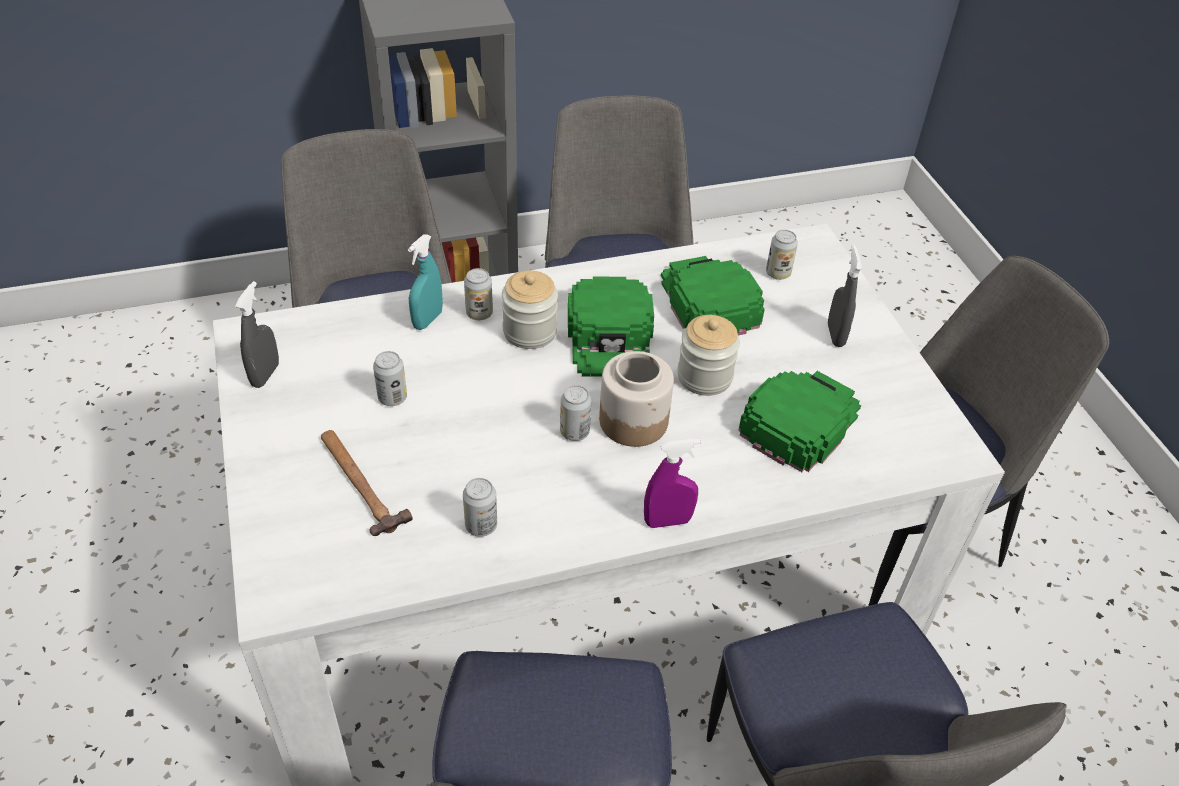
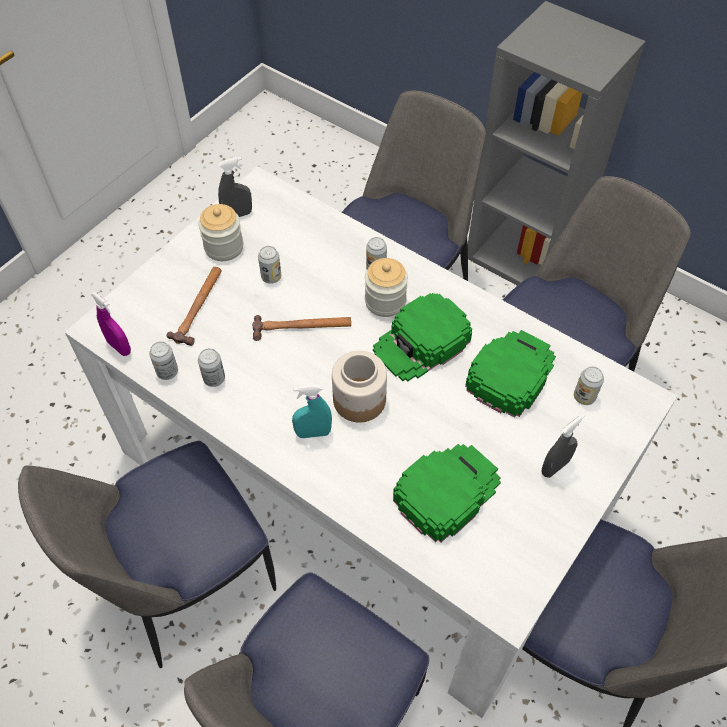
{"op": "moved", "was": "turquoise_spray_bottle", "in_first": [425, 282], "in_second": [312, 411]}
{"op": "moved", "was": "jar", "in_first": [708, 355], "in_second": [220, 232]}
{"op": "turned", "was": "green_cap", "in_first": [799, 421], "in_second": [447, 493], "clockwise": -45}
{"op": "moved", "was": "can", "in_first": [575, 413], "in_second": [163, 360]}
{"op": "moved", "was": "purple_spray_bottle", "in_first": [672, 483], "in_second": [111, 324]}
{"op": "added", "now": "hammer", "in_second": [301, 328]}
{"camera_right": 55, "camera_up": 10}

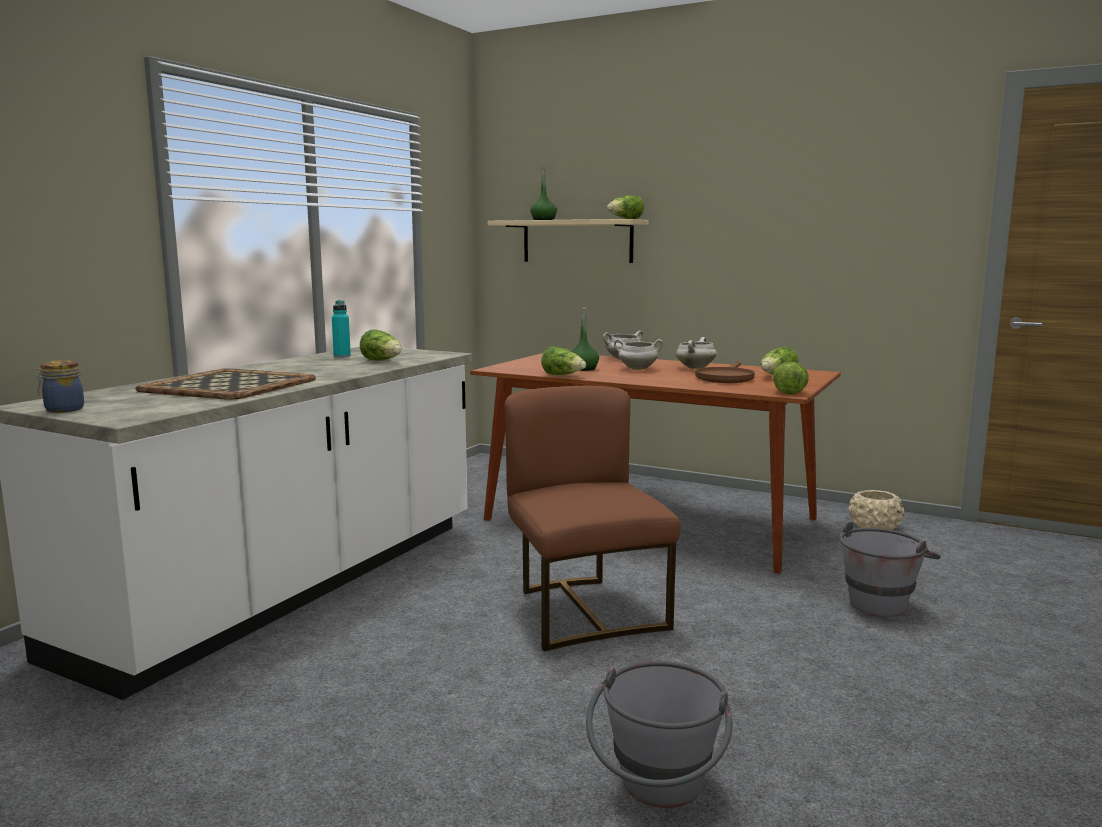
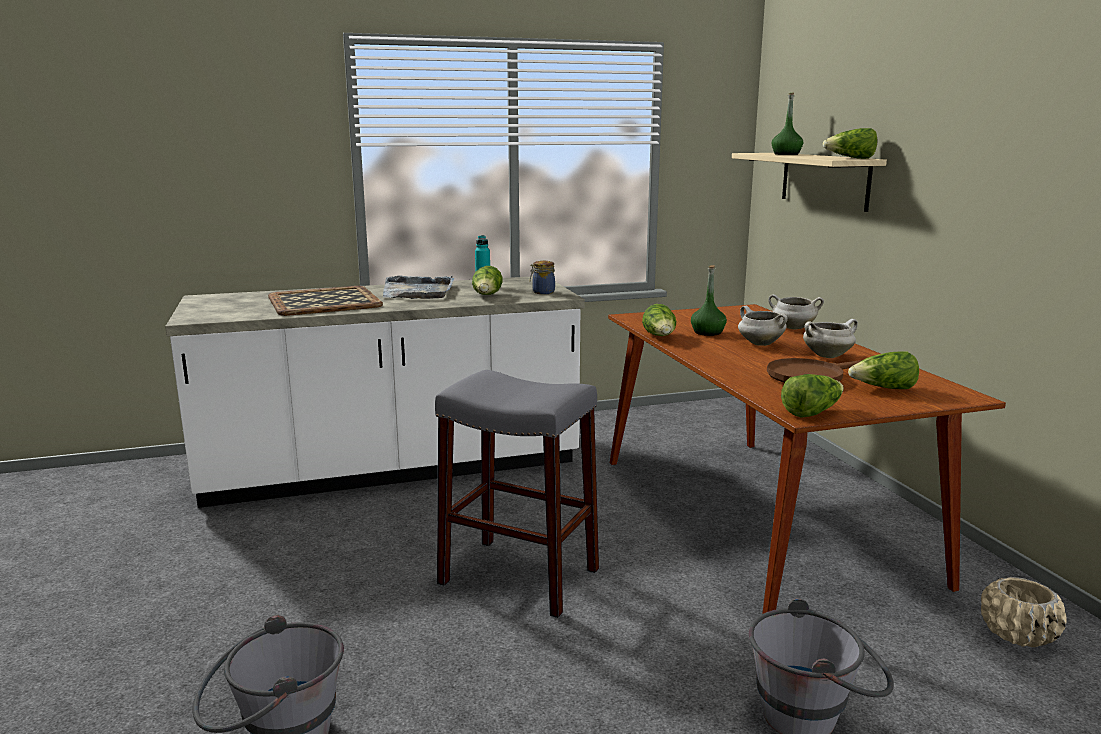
{"op": "moved", "was": "jar", "in_first": [59, 386], "in_second": [542, 277]}
{"op": "replaced", "was": "brown_chair", "now": "grey_stool", "in_first": [592, 518], "in_second": [517, 494]}
{"op": "added", "now": "grey_tray", "in_second": [419, 287]}
{"camera_right": 45, "camera_up": 5}

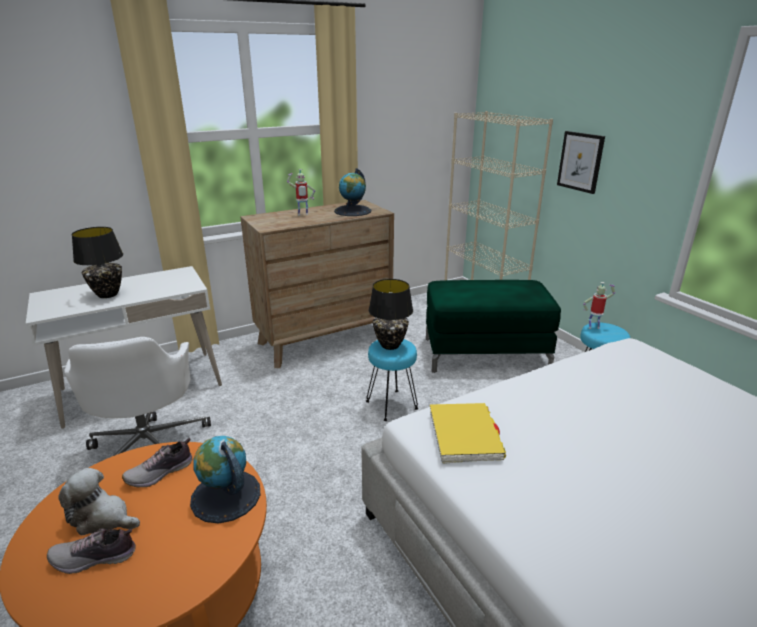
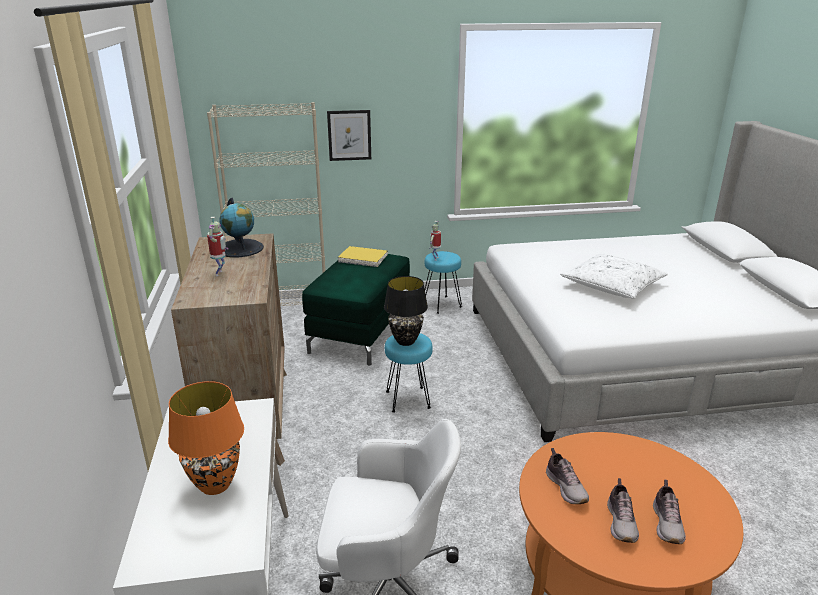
{"op": "recoloured", "was": "black_table_lamp", "now": "orange_table_lamp", "in_first": [97, 262], "in_second": [206, 438]}
{"op": "moved", "was": "yellow_book", "in_first": [468, 433], "in_second": [363, 256]}
{"op": "removed", "was": "globe", "in_first": [225, 480]}
{"op": "replaced", "was": "plush_toy", "now": "shoe", "in_first": [99, 501], "in_second": [623, 510]}
{"op": "added", "now": "white_pillow", "in_second": [614, 276]}
{"camera_right": -70, "camera_up": 0}

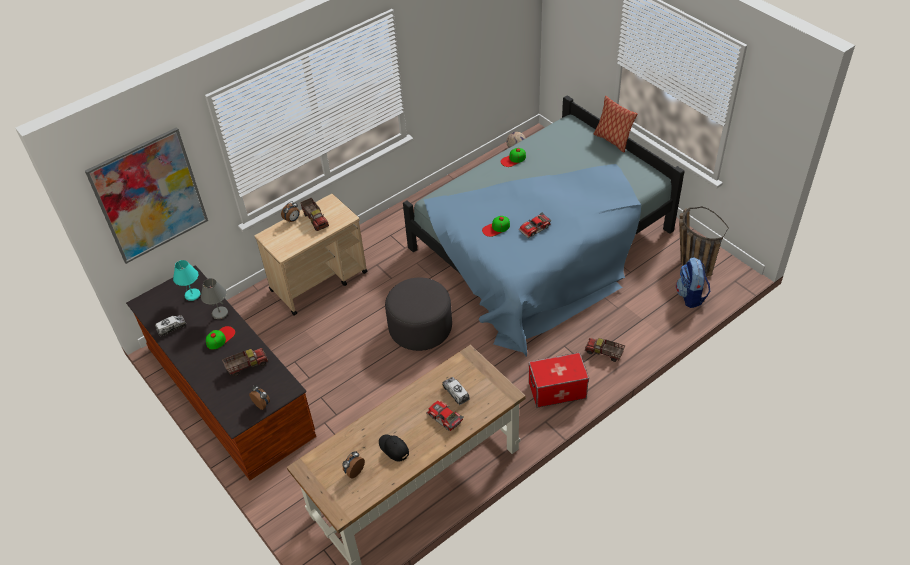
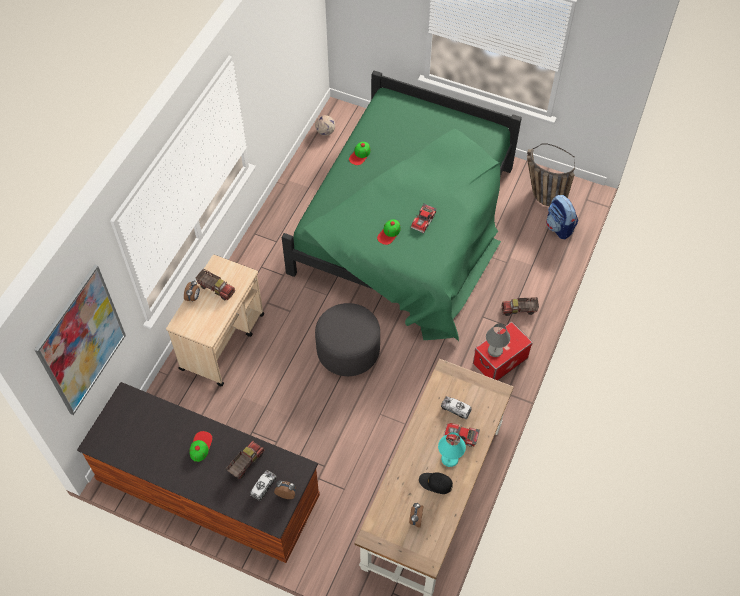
{"op": "recoloured", "was": "blue_bed", "now": "green_bed", "in_first": [544, 226], "in_second": [402, 206]}
{"op": "removed", "was": "pillow", "in_first": [615, 124]}
{"op": "moved", "was": "turquoise_table_lamp", "in_first": [186, 280], "in_second": [452, 449]}
{"op": "moved", "was": "grey_table_lamp", "in_first": [214, 298], "in_second": [498, 340]}
{"op": "moved", "was": "toy_truck", "in_first": [171, 326], "in_second": [263, 485]}
{"camera_right": -30, "camera_up": 10}

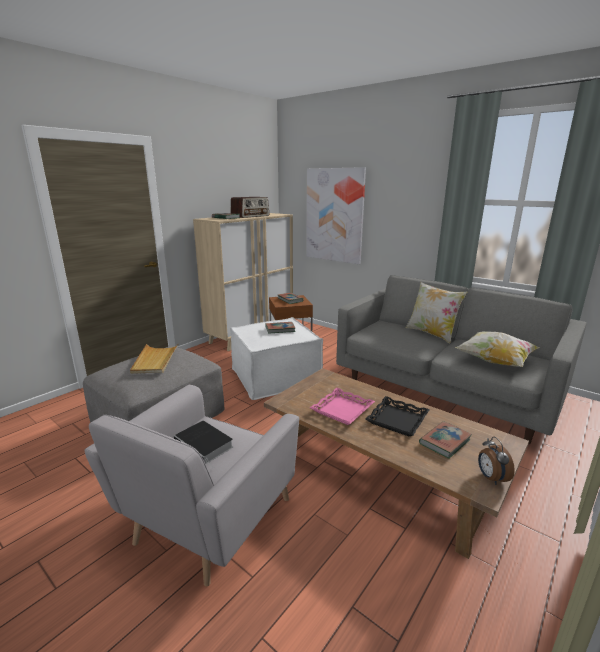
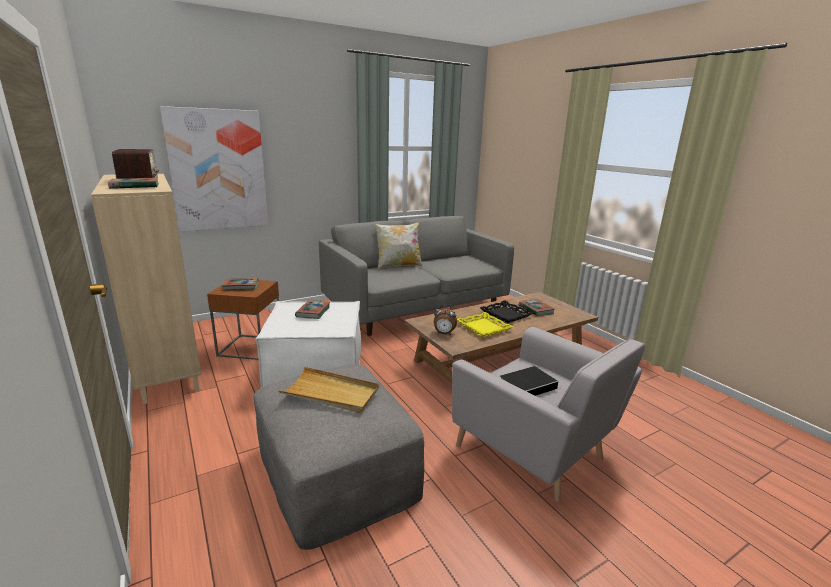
{"op": "removed", "was": "pillow", "in_first": [497, 349]}
{"op": "recoloured", "was": "pink_tray", "now": "yellow_tray", "in_first": [342, 406], "in_second": [485, 324]}
{"op": "moved", "was": "alarm_clock", "in_first": [496, 461], "in_second": [445, 320]}
{"camera_right": -70, "camera_up": 0}

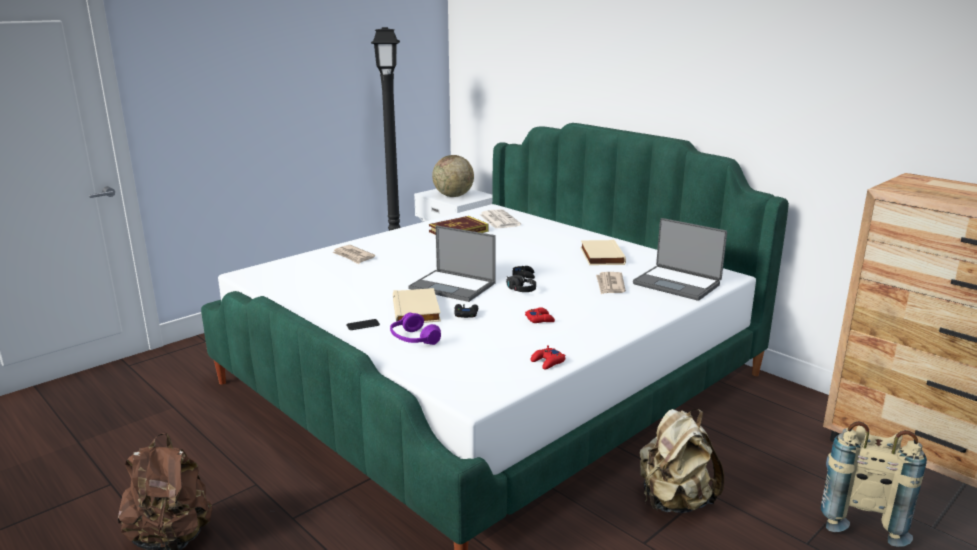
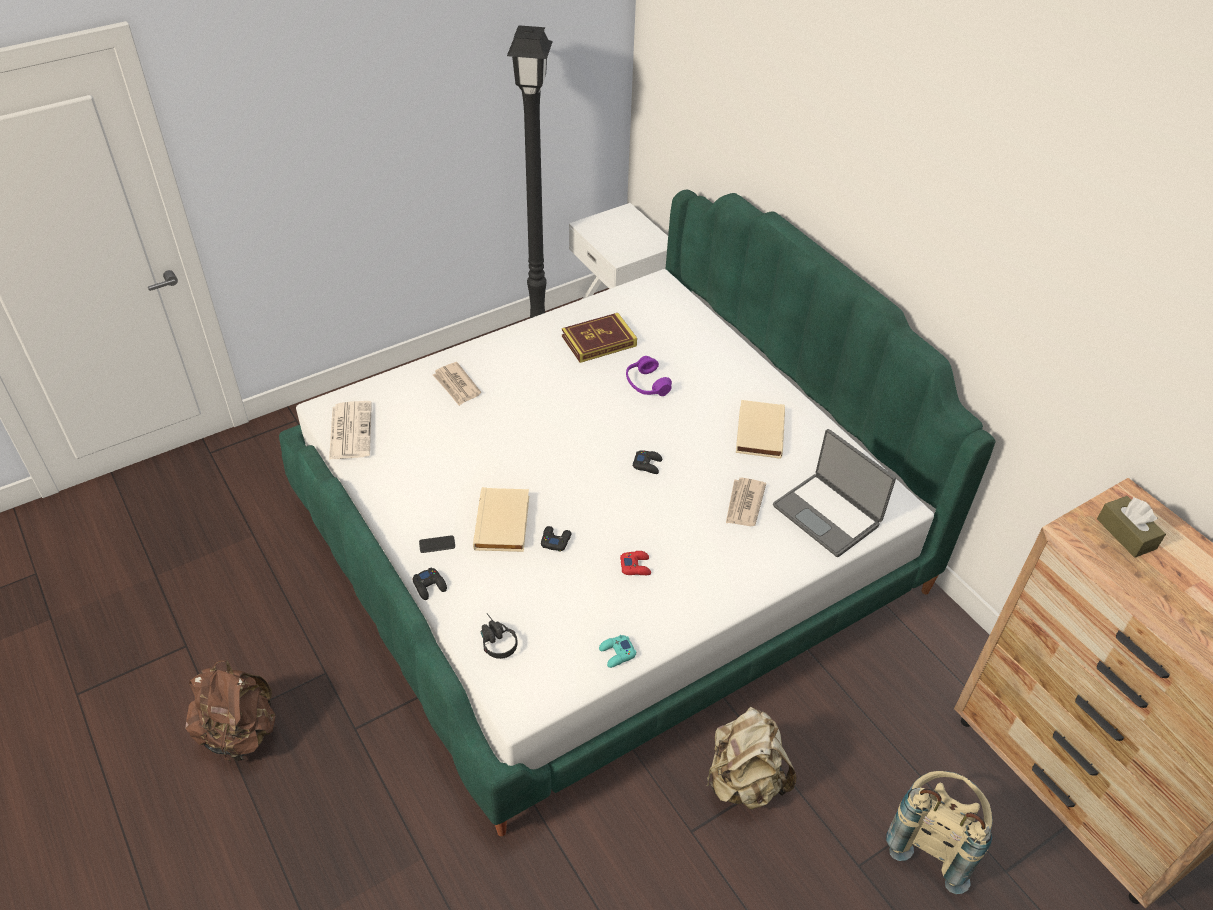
{"op": "removed", "was": "globe", "in_first": [453, 176]}
{"op": "moved", "was": "newspaper", "in_first": [500, 219], "in_second": [350, 430]}
{"op": "removed", "was": "laptop", "in_first": [452, 263]}
{"op": "moved", "was": "black_headphones", "in_first": [521, 283], "in_second": [499, 636]}
{"op": "moved", "was": "purple_headphones", "in_first": [415, 329], "in_second": [649, 376]}
{"op": "recoloured", "was": "red_game_controller", "now": "turquoise_game_controller", "in_first": [548, 357], "in_second": [617, 651]}
{"op": "added", "now": "brown_tissue_box", "in_second": [1131, 527]}
{"op": "added", "now": "black_game_controller", "in_second": [429, 583]}
{"camera_right": 10, "camera_up": 25}

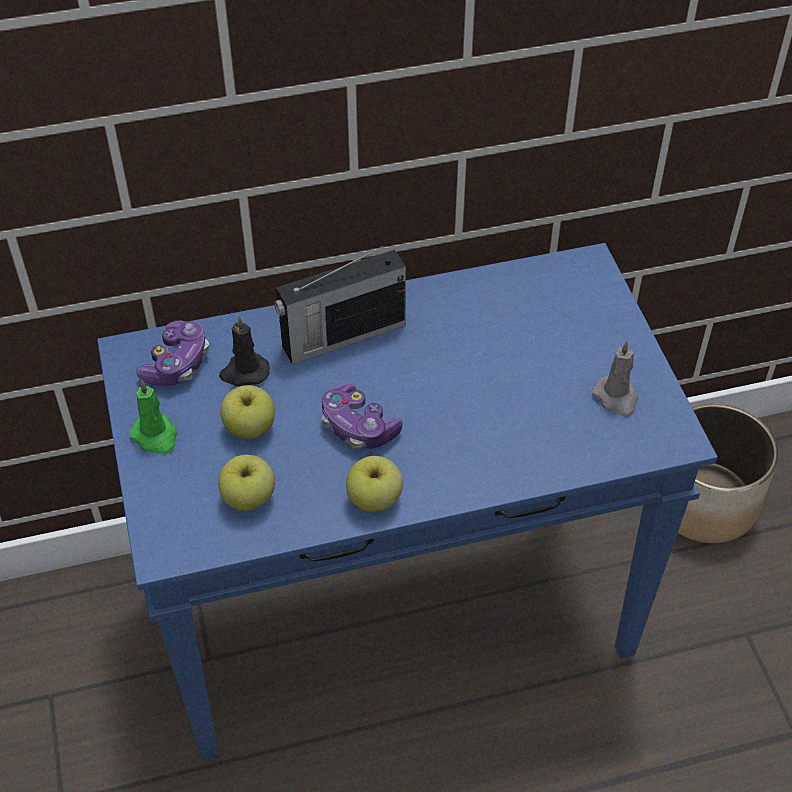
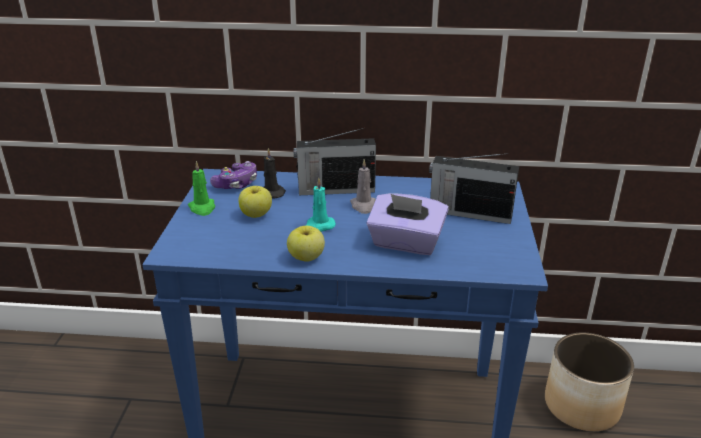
{"op": "moved", "was": "grey_candle", "in_first": [615, 379], "in_second": [363, 186]}
{"op": "replaced", "was": "game_controller", "now": "turquoise_candle", "in_first": [362, 416], "in_second": [320, 205]}
{"op": "removed", "was": "apple", "in_first": [246, 483]}
{"op": "added", "now": "radio", "in_second": [474, 188]}
{"op": "added", "now": "purple_tissue_box", "in_second": [407, 224]}
{"camera_right": 20, "camera_up": -20}

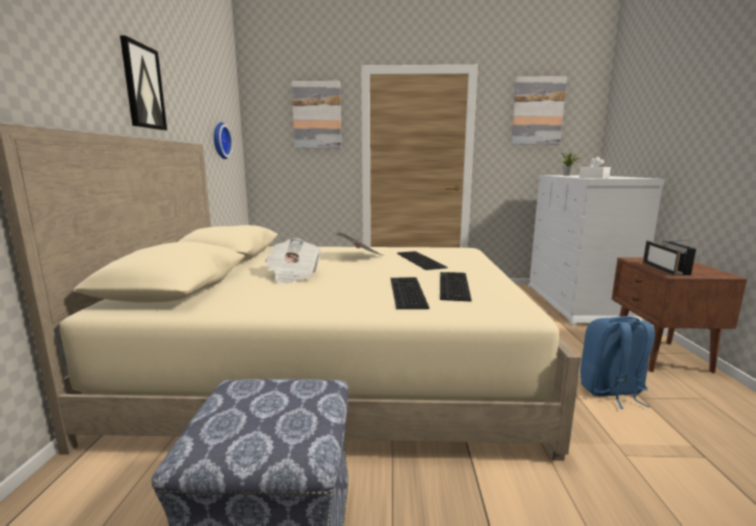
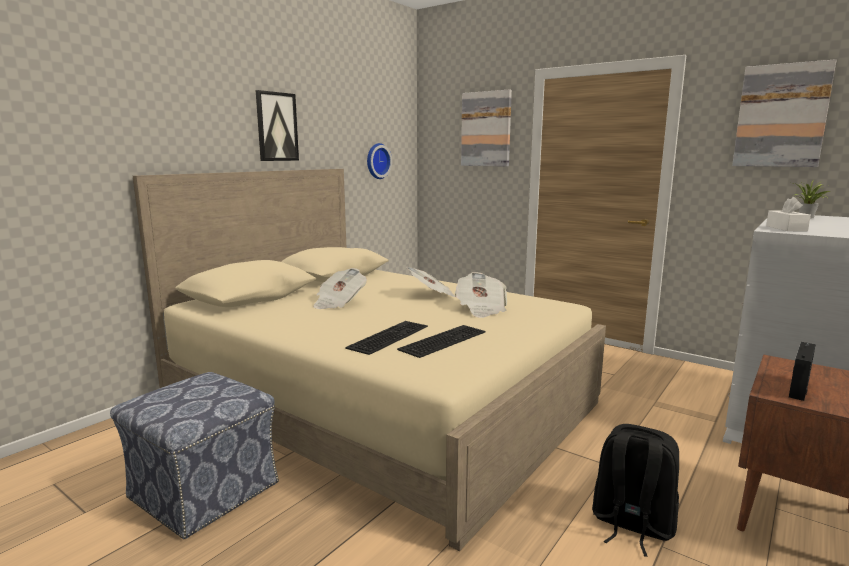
{"op": "removed", "was": "picture_frame", "in_first": [662, 258]}
{"op": "replaced", "was": "keyboard", "now": "newspaper", "in_first": [422, 260], "in_second": [481, 295]}
{"op": "recoloured", "was": "blue_backpack", "now": "black_backpack", "in_first": [617, 362], "in_second": [635, 490]}
{"camera_right": 35, "camera_up": 0}

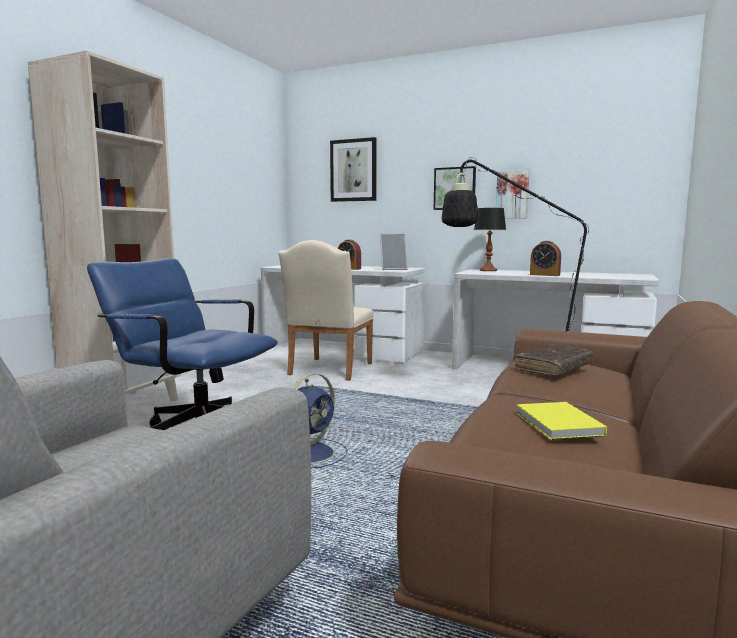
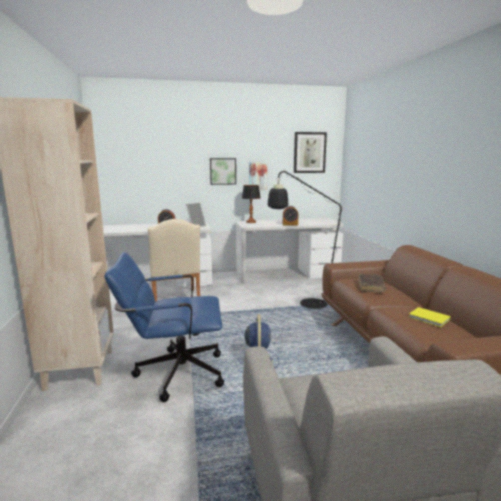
{"op": "moved", "was": "picture", "in_first": [353, 169], "in_second": [310, 152]}
{"camera_right": -35, "camera_up": 5}

